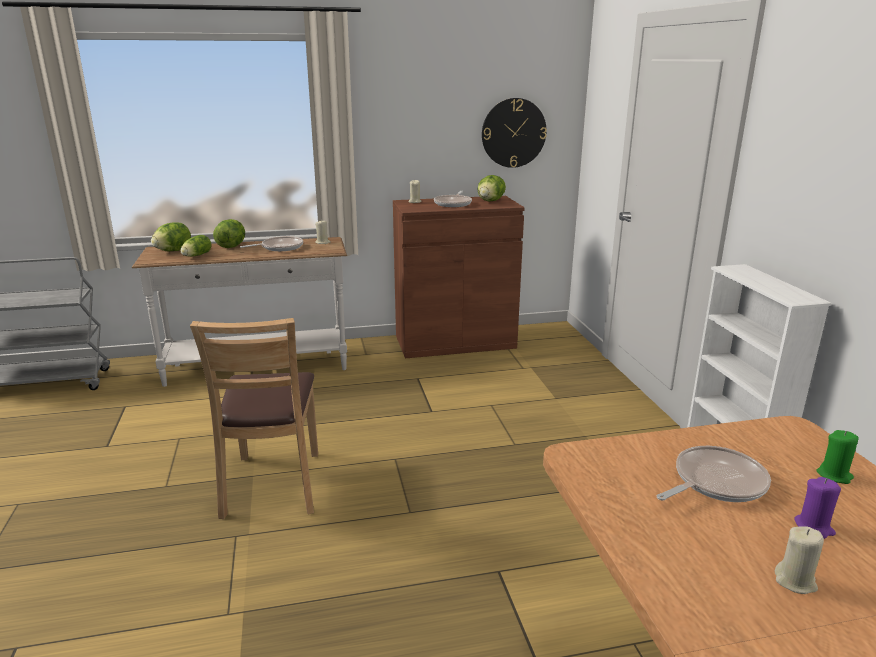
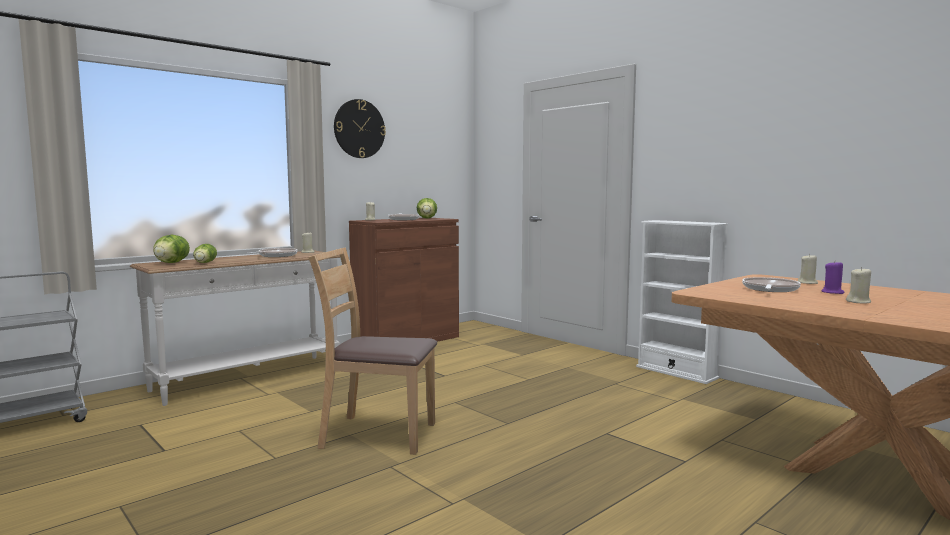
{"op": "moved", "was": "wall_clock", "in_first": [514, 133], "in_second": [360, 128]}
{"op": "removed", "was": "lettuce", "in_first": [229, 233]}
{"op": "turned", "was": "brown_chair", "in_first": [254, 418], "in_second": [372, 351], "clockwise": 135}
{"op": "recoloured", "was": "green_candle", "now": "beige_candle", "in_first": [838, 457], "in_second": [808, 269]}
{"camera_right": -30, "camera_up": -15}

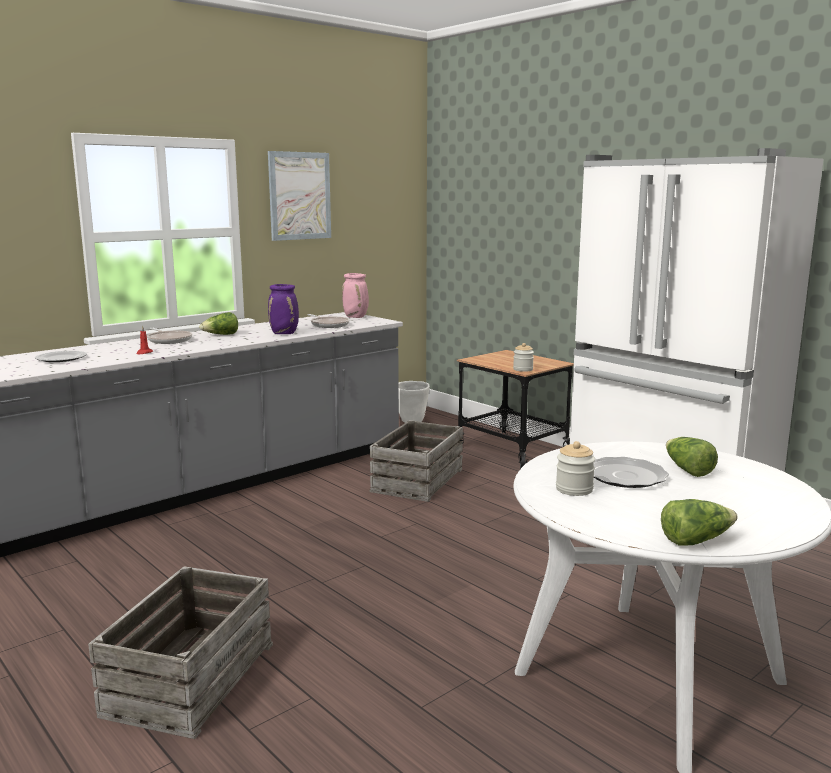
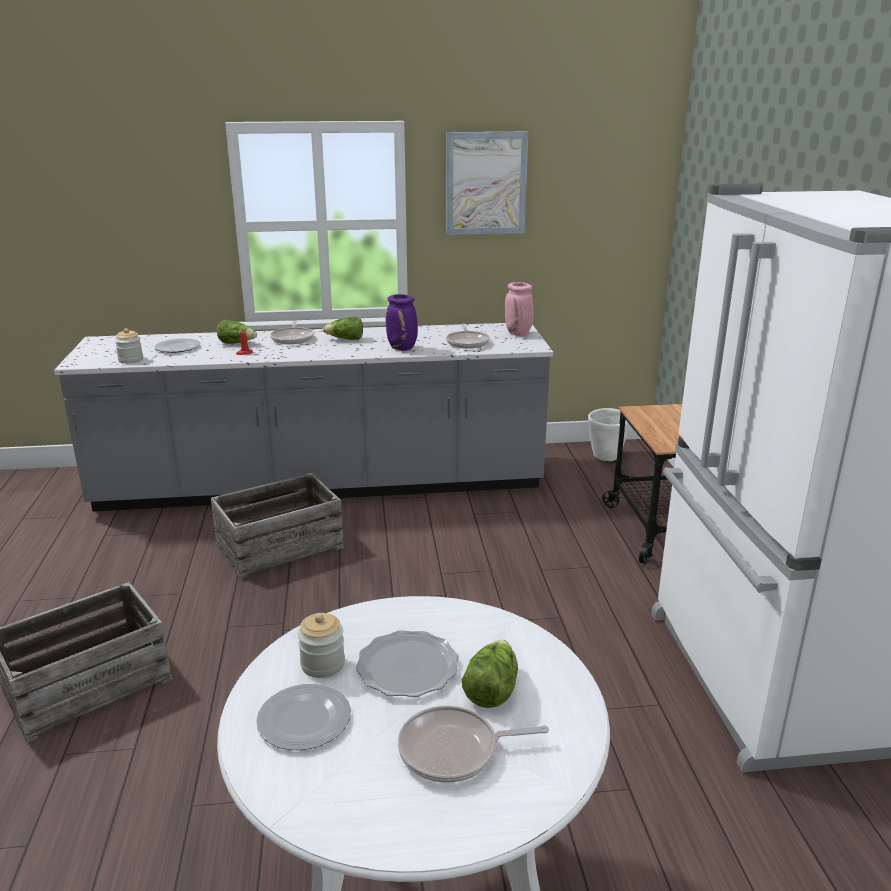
{"op": "moved", "was": "jar", "in_first": [523, 357], "in_second": [129, 346]}
{"op": "moved", "was": "crate", "in_first": [416, 461], "in_second": [277, 526]}
{"op": "moved", "was": "lettuce", "in_first": [699, 522], "in_second": [237, 332]}
{"op": "added", "now": "plate", "in_second": [303, 717]}
{"op": "added", "now": "frying_pan", "in_second": [473, 744]}
{"camera_right": 35, "camera_up": 10}

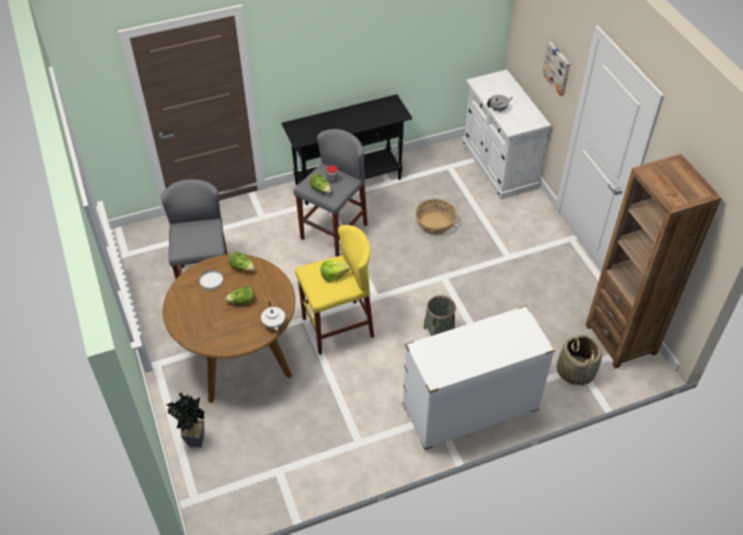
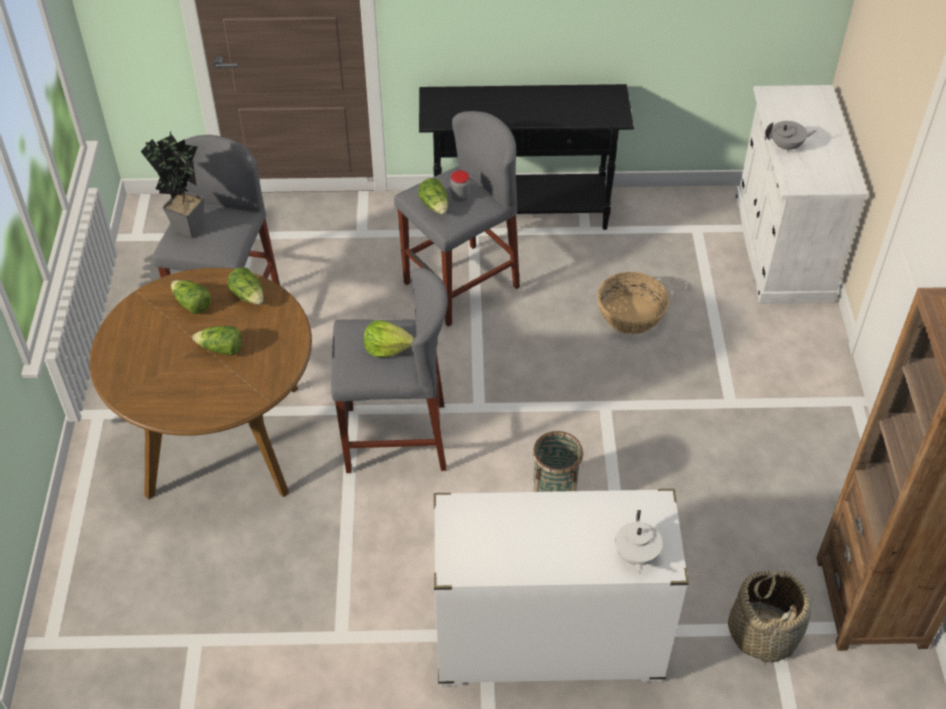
{"op": "removed", "was": "picture", "in_first": [556, 69]}
{"op": "recoloured", "was": "yellow_stool", "now": "grey_stool", "in_first": [334, 290], "in_second": [389, 370]}
{"op": "replaced", "was": "white_plate", "now": "lettuce", "in_first": [211, 280], "in_second": [191, 297]}
{"op": "moved", "was": "white_teapot", "in_first": [273, 316], "in_second": [639, 542]}
{"op": "moved", "was": "potted_plant", "in_first": [185, 420], "in_second": [172, 184]}
{"camera_right": 20, "camera_up": 0}

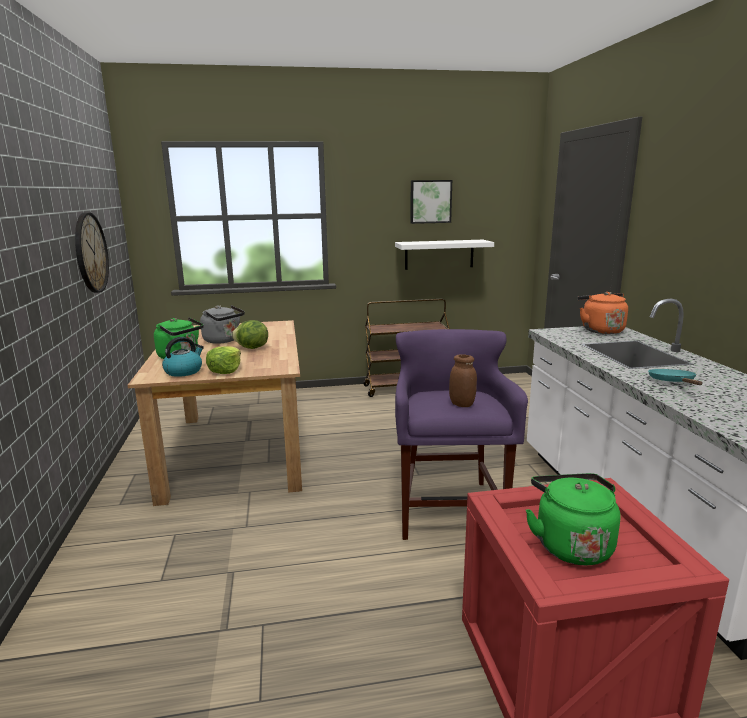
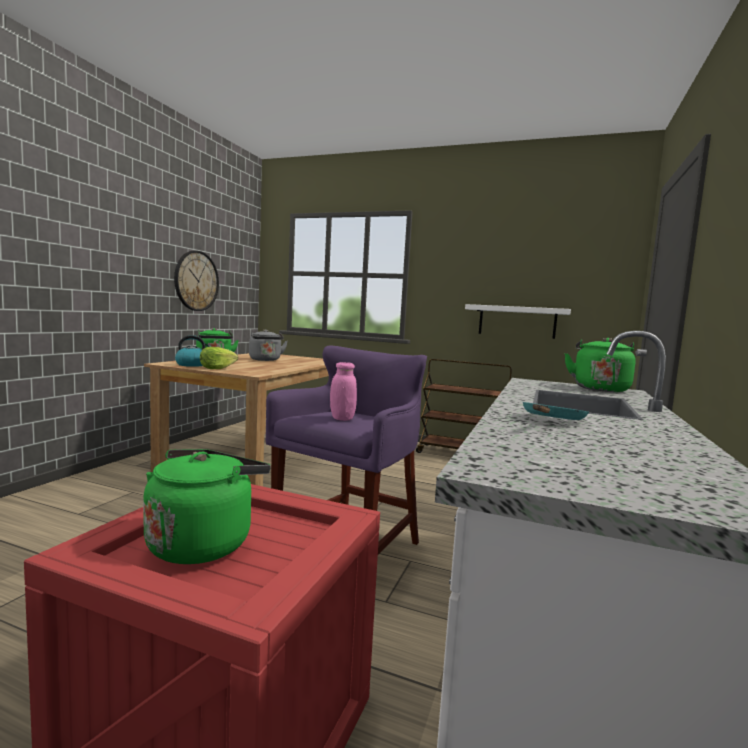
{"op": "removed", "was": "picture", "in_first": [431, 202]}
{"op": "recoloured", "was": "orange_kettle", "now": "green_kettle", "in_first": [602, 313], "in_second": [600, 365]}
{"op": "removed", "was": "lettuce", "in_first": [250, 334]}
{"op": "recoloured", "was": "brown_jar", "now": "pink_jar", "in_first": [463, 380], "in_second": [343, 391]}
{"camera_right": 30, "camera_up": -10}

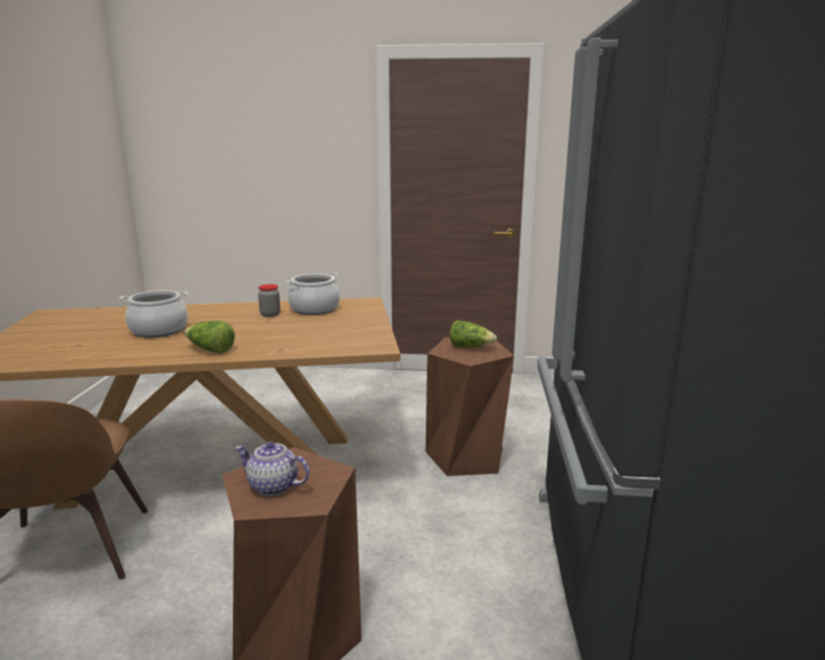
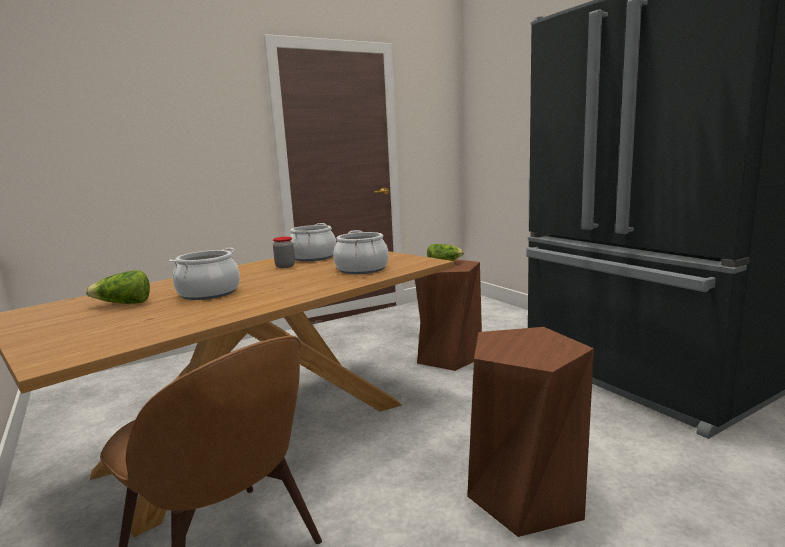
{"op": "moved", "was": "lettuce", "in_first": [209, 337], "in_second": [117, 287]}
{"op": "removed", "was": "teapot", "in_first": [272, 468]}
{"op": "added", "now": "cooking_pot", "in_second": [361, 252]}
{"camera_right": -35, "camera_up": -5}

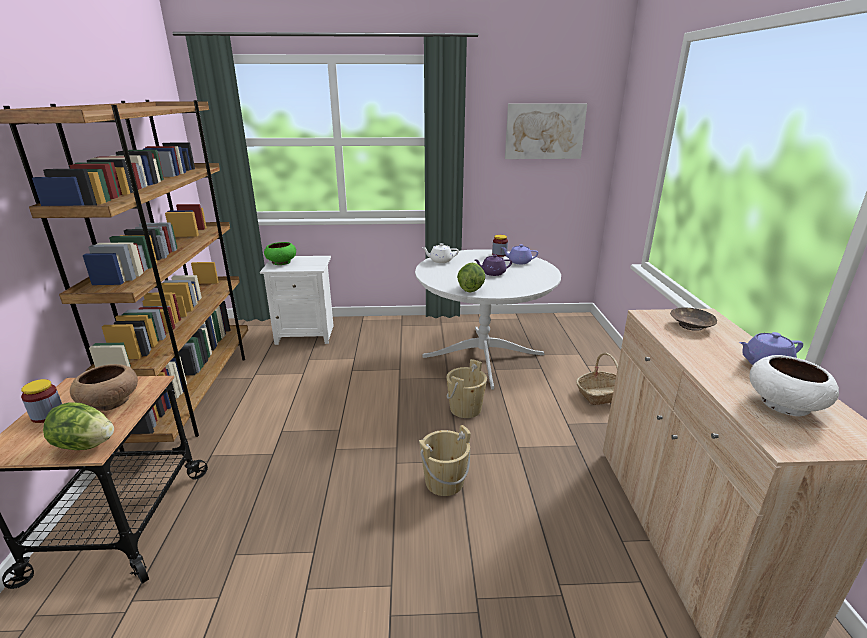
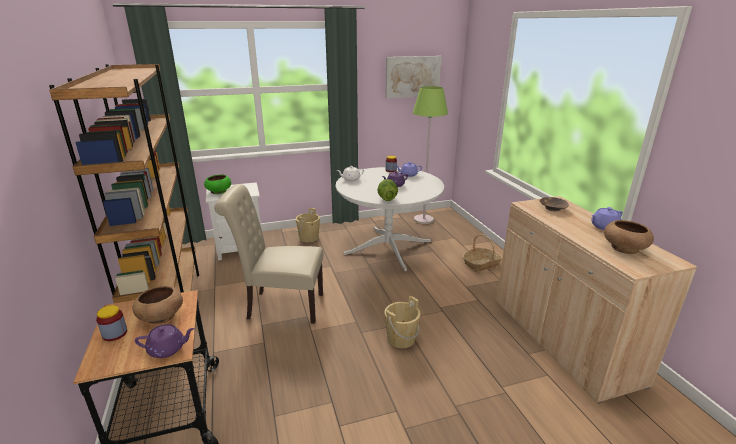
{"op": "recoloured", "was": "white_bowl", "now": "brown_bowl", "in_first": [794, 385], "in_second": [629, 237]}
{"op": "moved", "was": "beige_bucket", "in_first": [466, 388], "in_second": [308, 225]}
{"op": "replaced", "was": "lettuce", "now": "purple_teapot", "in_first": [78, 426], "in_second": [165, 341]}
{"op": "added", "now": "green_floor_lamp", "in_second": [430, 155]}
{"op": "added", "now": "beige_chair", "in_second": [268, 253]}
{"camera_right": -15, "camera_up": 0}

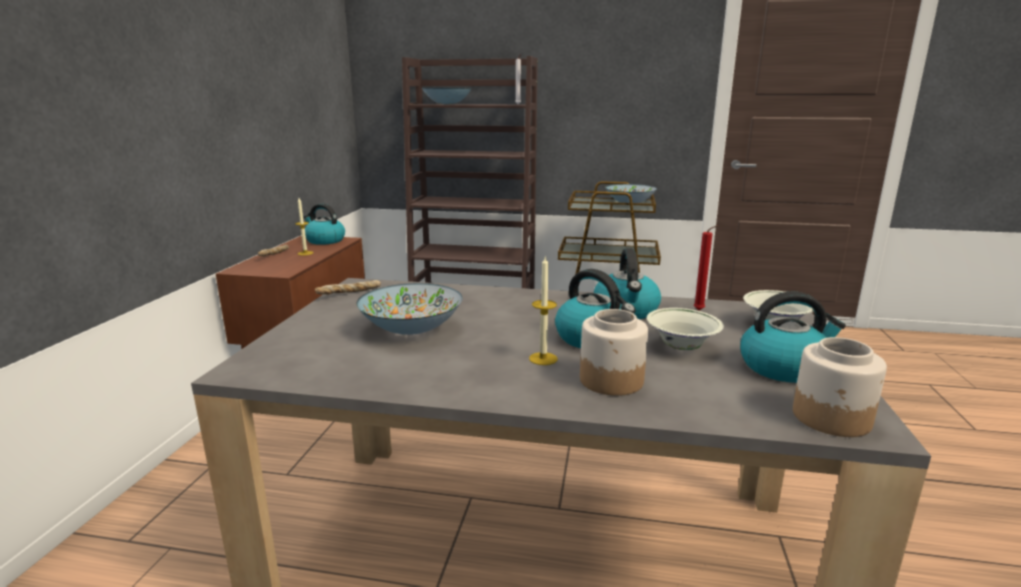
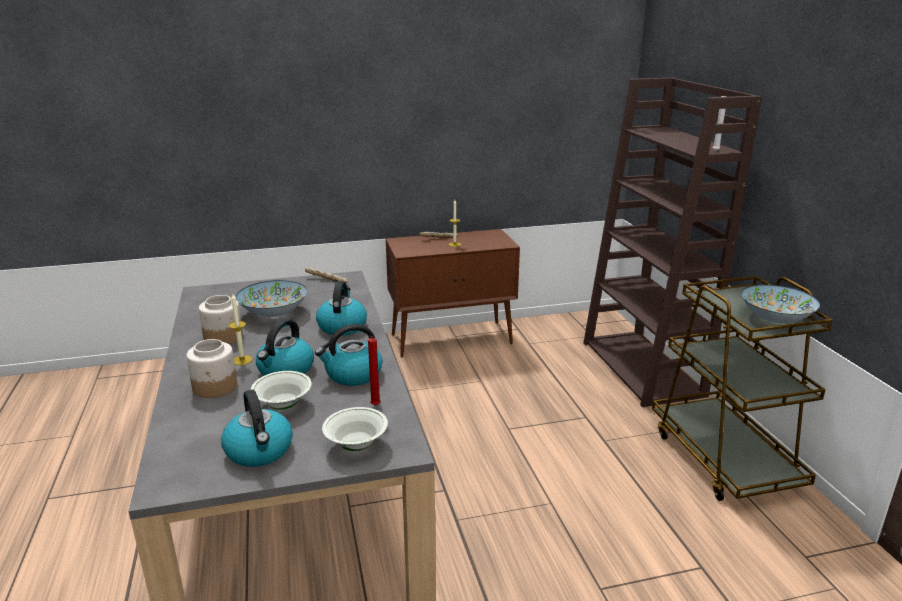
{"op": "removed", "was": "bowl", "in_first": [447, 96]}
{"op": "moved", "was": "kettle", "in_first": [324, 224], "in_second": [341, 308]}
{"op": "moved", "was": "jar", "in_first": [840, 387], "in_second": [221, 319]}
{"camera_right": 65, "camera_up": 5}

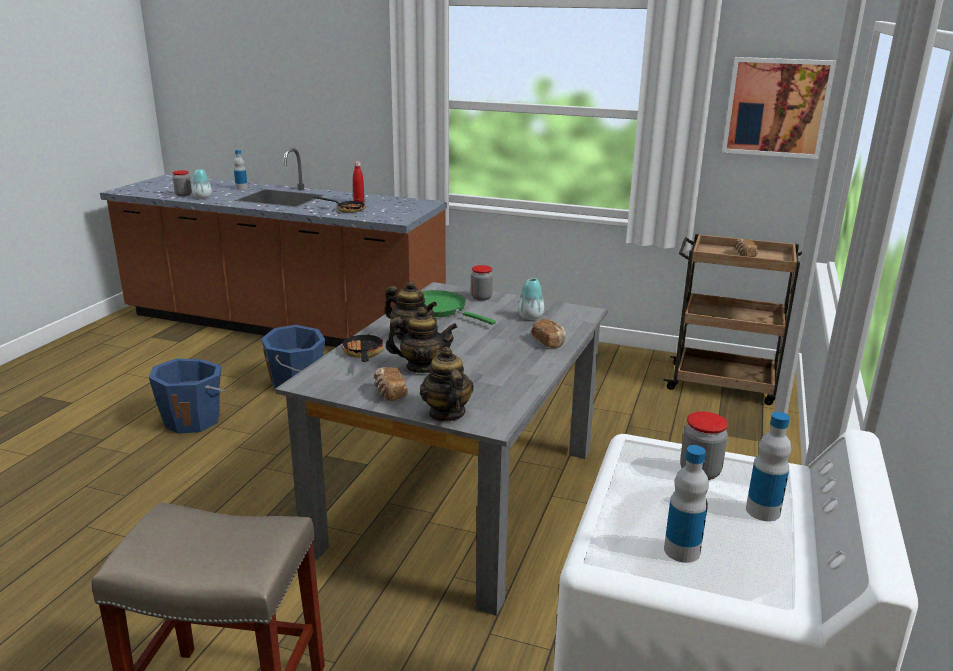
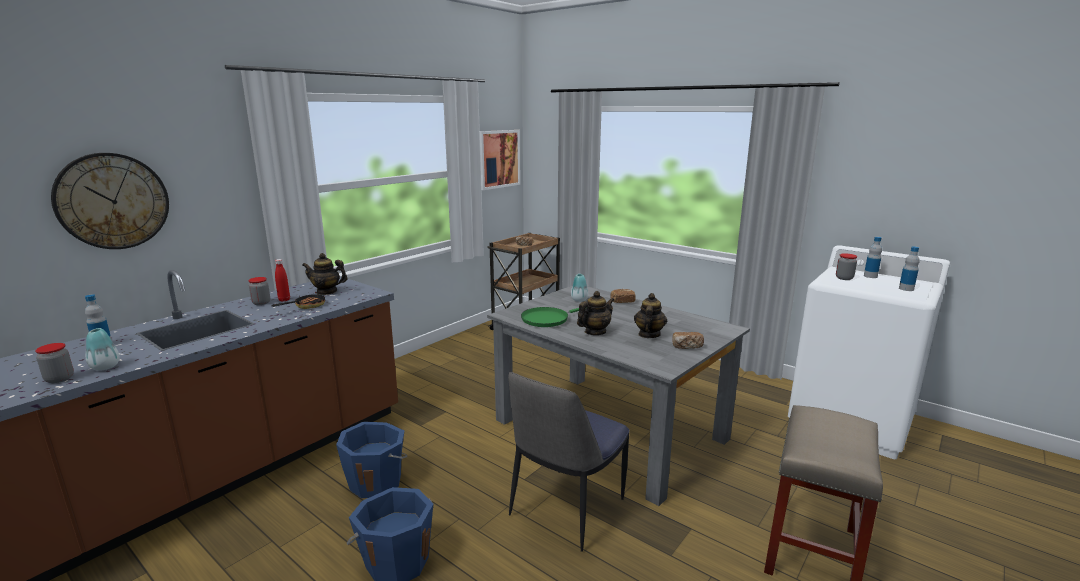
{"op": "moved", "was": "jar", "in_first": [482, 283], "in_second": [259, 291]}
{"op": "removed", "was": "frying_pan", "in_first": [363, 347]}
{"op": "moved", "was": "teapot", "in_first": [446, 384], "in_second": [325, 274]}
{"op": "added", "now": "wall_clock", "in_second": [110, 201]}
{"op": "added", "now": "chair", "in_second": [568, 462]}
{"camera_right": -70, "camera_up": -5}

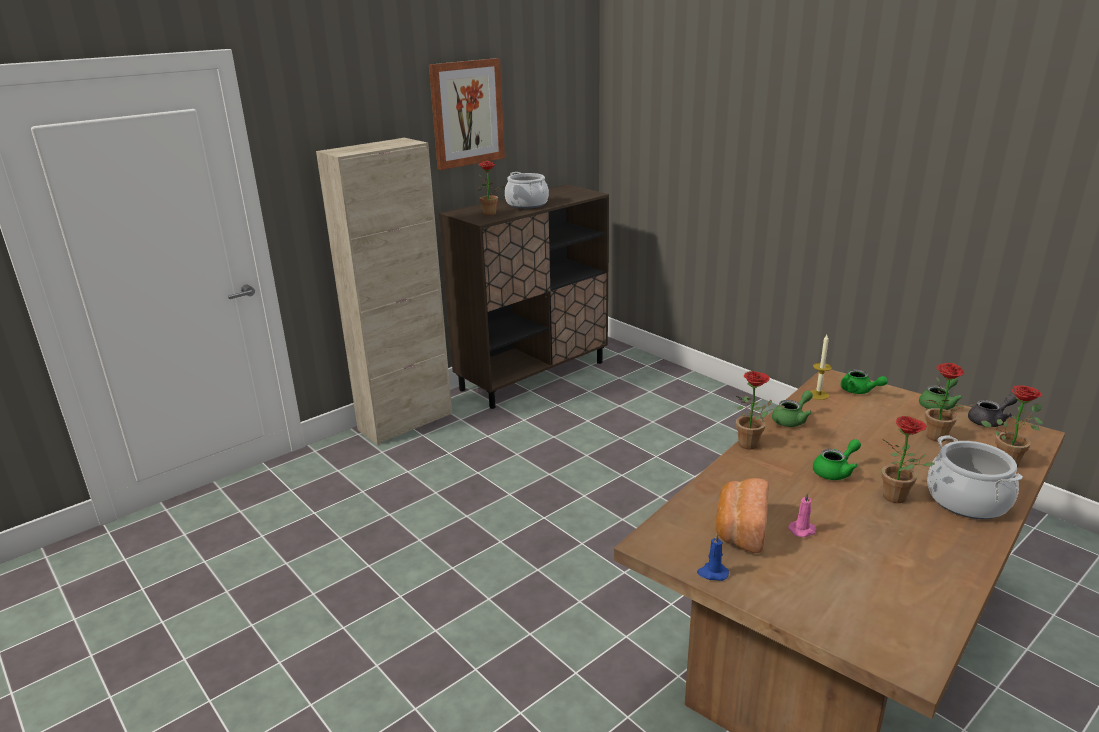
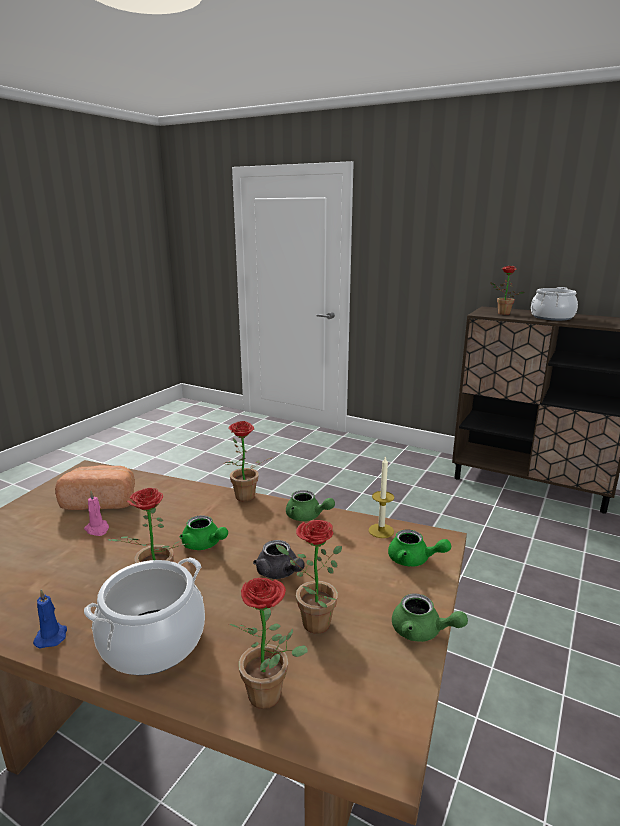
{"op": "removed", "was": "picture", "in_first": [467, 114]}
{"op": "removed", "was": "beige_cabinet", "in_first": [384, 291]}
{"op": "turned", "was": "green_teapot", "in_first": [864, 381], "in_second": [419, 548], "clockwise": -90}
{"op": "moved", "was": "grey_teapot", "in_first": [993, 410], "in_second": [279, 559]}
{"op": "moved", "was": "blue_candle", "in_first": [713, 556], "in_second": [50, 619]}
{"camera_right": 70, "camera_up": -5}

